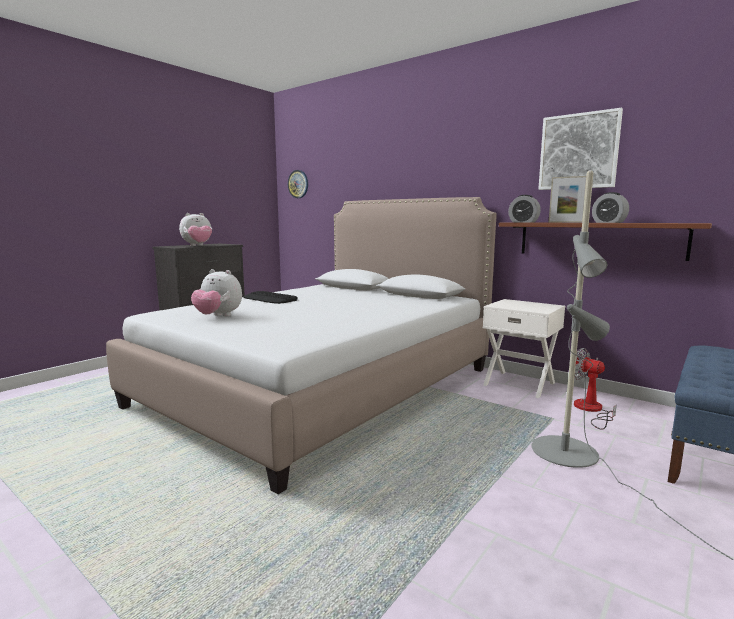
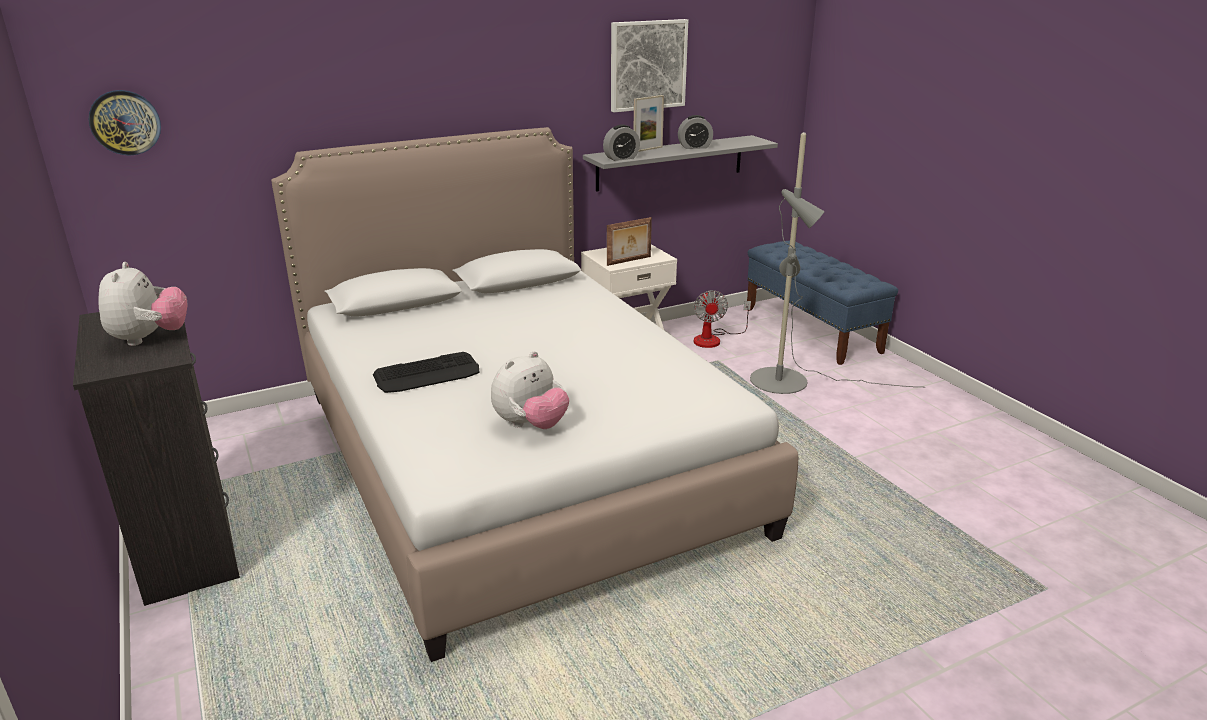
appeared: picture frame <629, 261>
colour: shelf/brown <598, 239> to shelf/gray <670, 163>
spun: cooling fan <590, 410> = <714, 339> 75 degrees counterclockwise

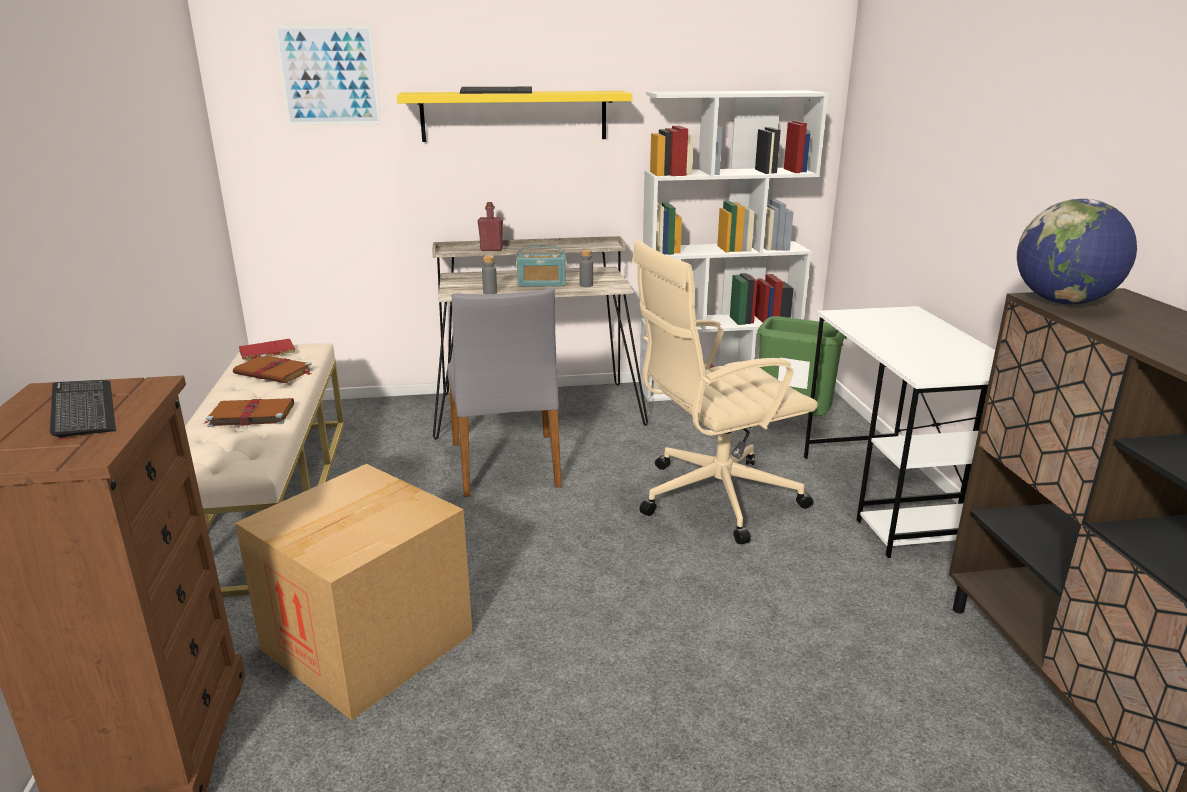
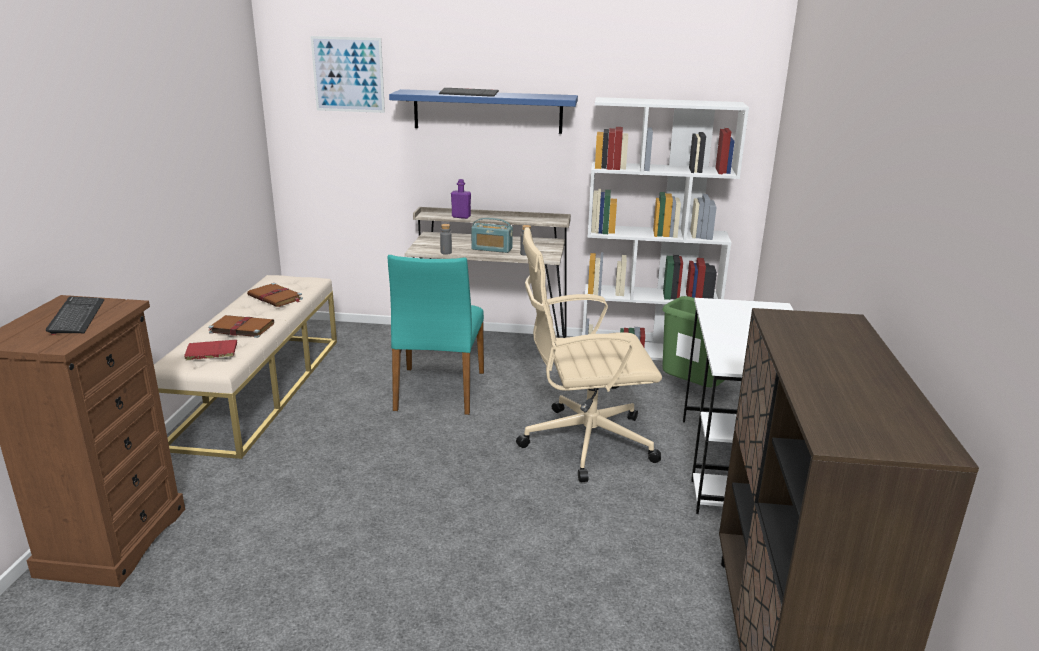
missing: packing box <368, 642>; globe <1063, 302>
relocated: volume/reddish <265, 352> to <210, 352>
colour: shelf/yellow <514, 116> to shelf/blue <487, 111>; upright chair/gray <507, 464> to upright chair/turquoise-coloured <438, 391>; bottle/reddish <491, 249> to bottle/purplish <461, 217>

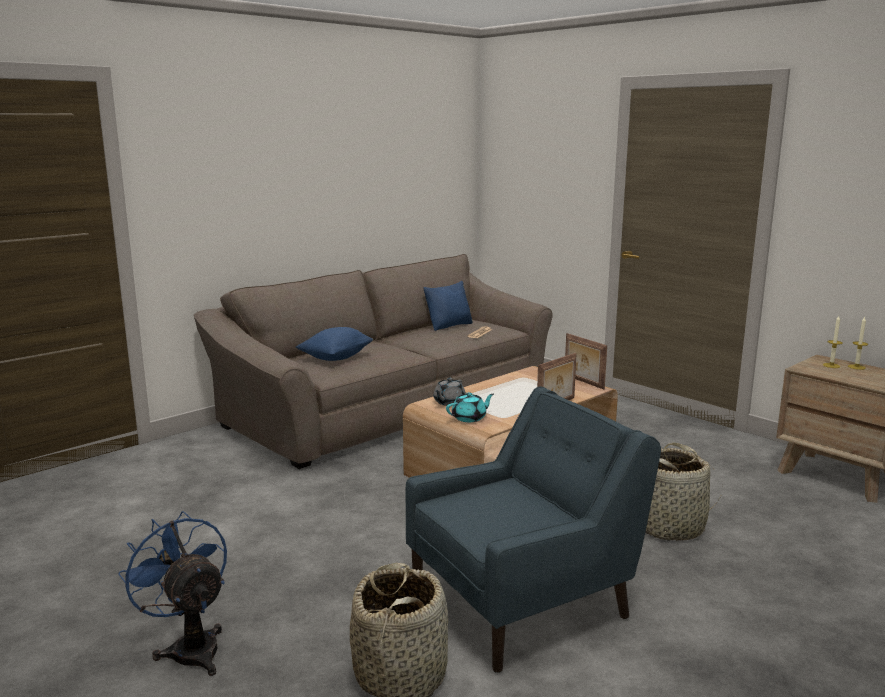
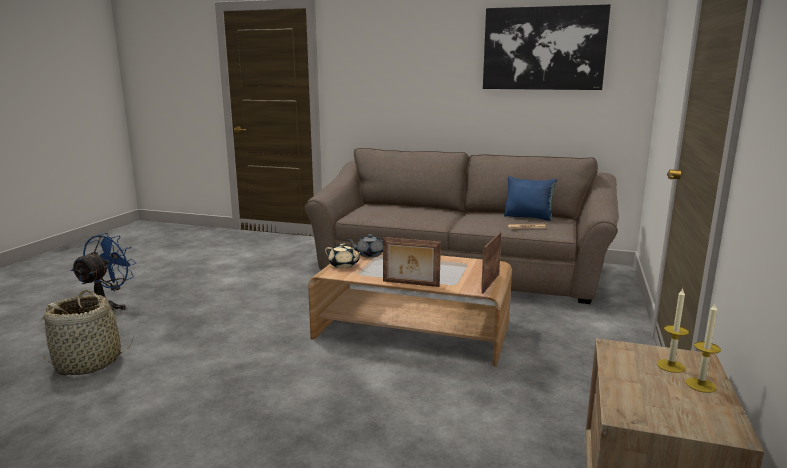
missing: cushion/blue <336, 358>; easy chair/blue <523, 601>; storage basket <670, 526>
appeared: wall art <543, 48>
colour: teapot/turquoise-coloured <469, 418> to teapot/sand-coloured <343, 265>

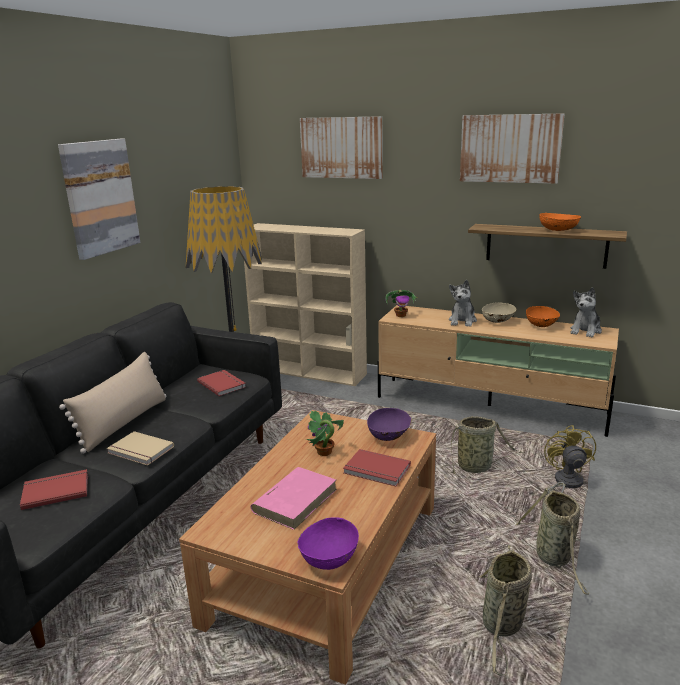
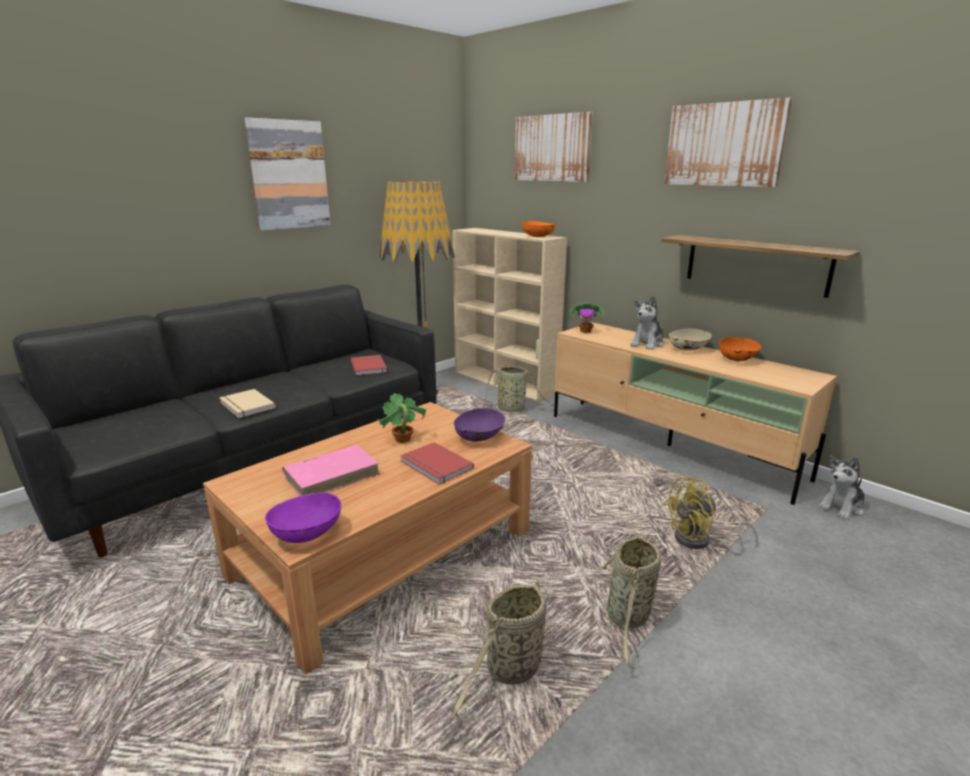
missing: volume/reddish <55, 490>; cushion/sand-coloured <124, 423>
relocated: storage basket <477, 467> to <513, 409>; serving bowl/orangey <558, 230> to <538, 237>; soft toy <585, 331> to <842, 507>
spun: cooling fan/yellow <564, 484> = <700, 542> 135 degrees counterclockwise

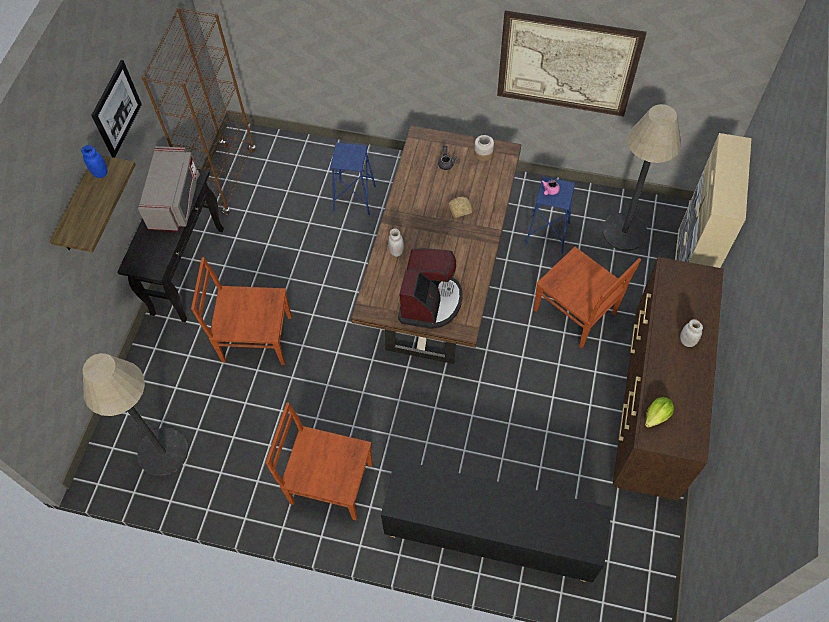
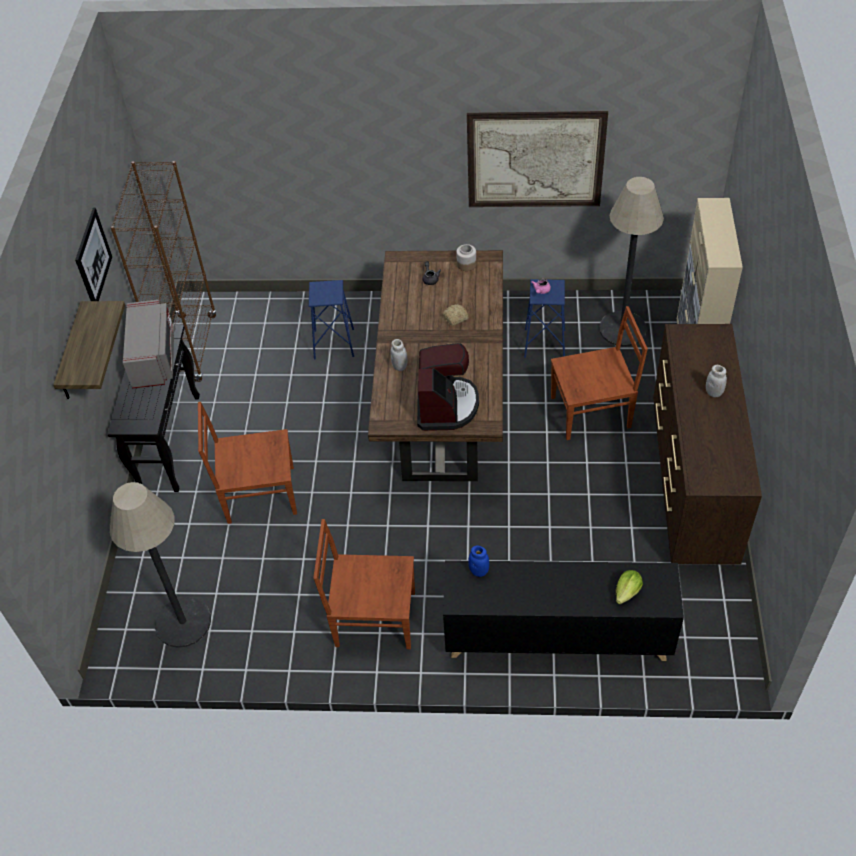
relocated: preserve jar/blue <100, 173> to <479, 571>; lettuce head <657, 416> to <627, 592>
spun: upright chair/brown <576, 313> = <593, 412> 45 degrees counterclockwise

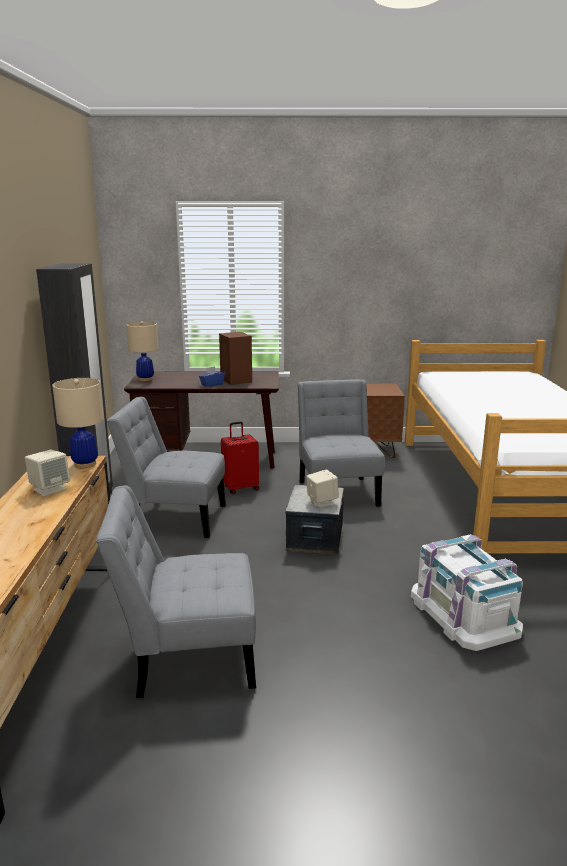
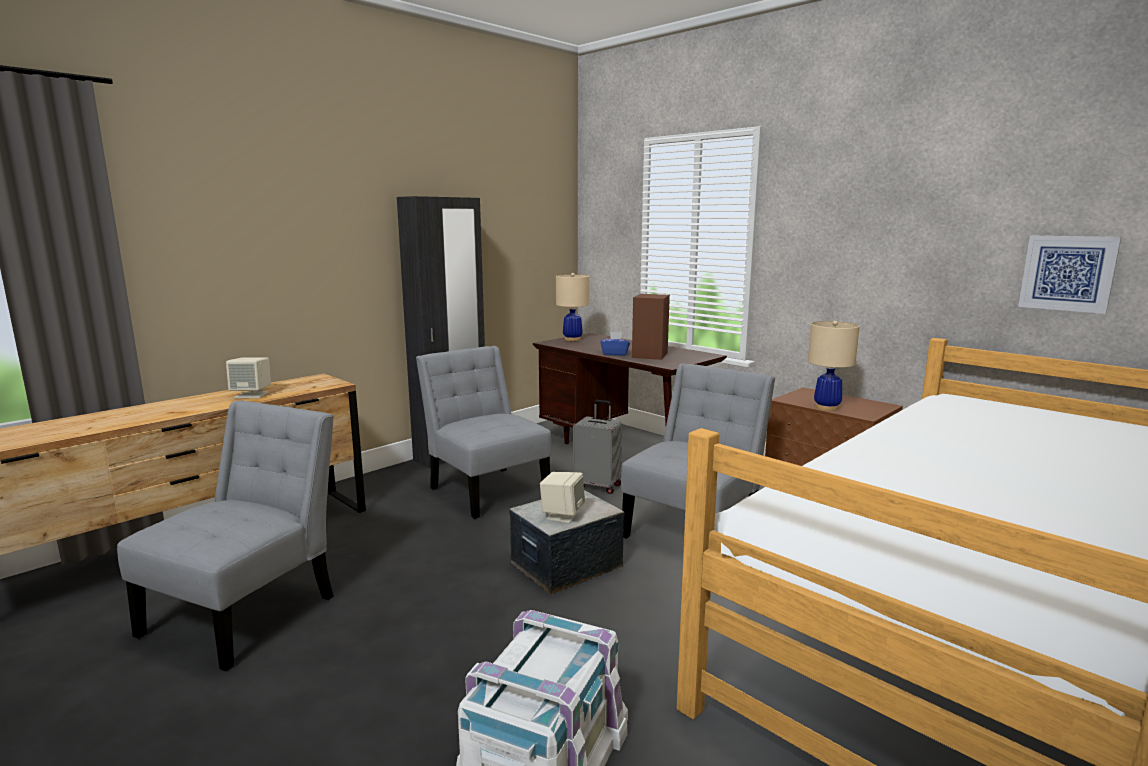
appeared: wall art <1067, 273>
relocated: lamp for a table/sand-coloured <85, 464> to <826, 407>
colour: travel case/reddish <240, 488> to travel case/gray <598, 486>
spun: upright chair/gray <187, 656> = <248, 610> 75 degrees clockwise

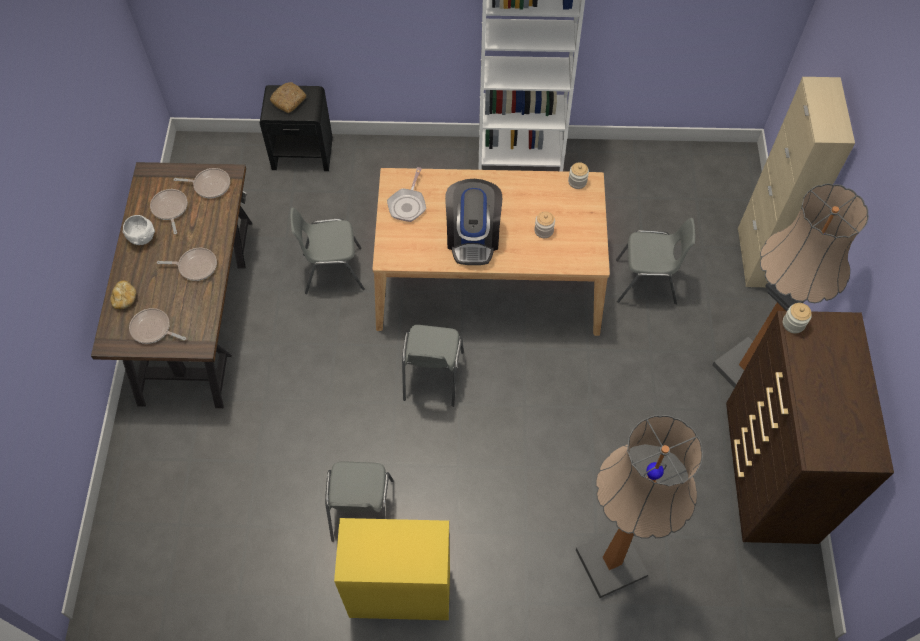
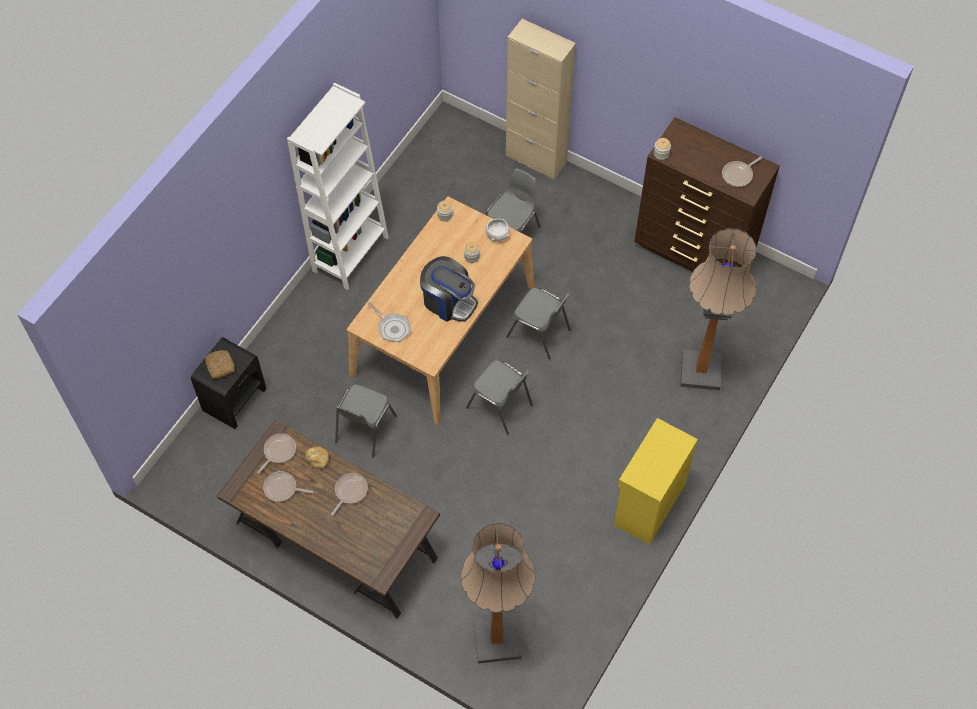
relocated: bakery bread <125, 299> to <318, 459>; serving bowl/white-coloured <142, 237> to <497, 236>; pan <153, 329> to <738, 175>; upright chair/gray <361, 511> to <539, 333>; standard lamp <745, 369> to <496, 640>

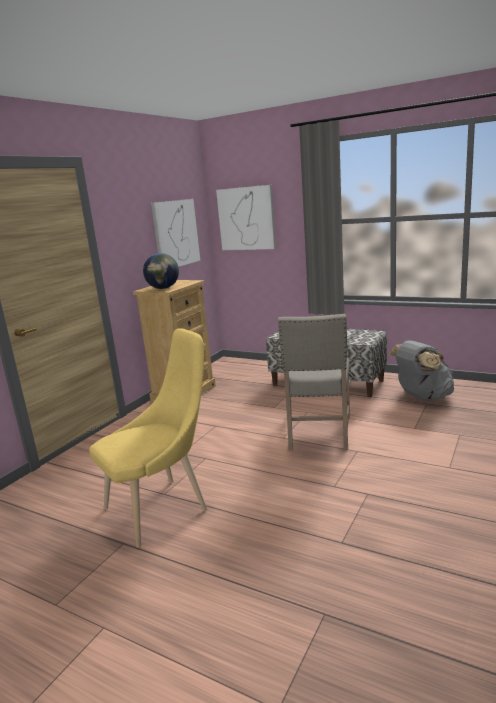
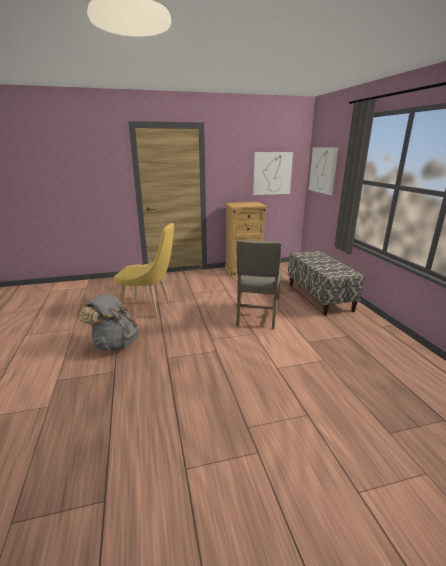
missing: globe <163, 288>
relocated: rucksack/gray <422, 397> to <115, 344>
spun: upright chair/sand-coloured <318, 433> = <256, 316> 45 degrees counterclockwise

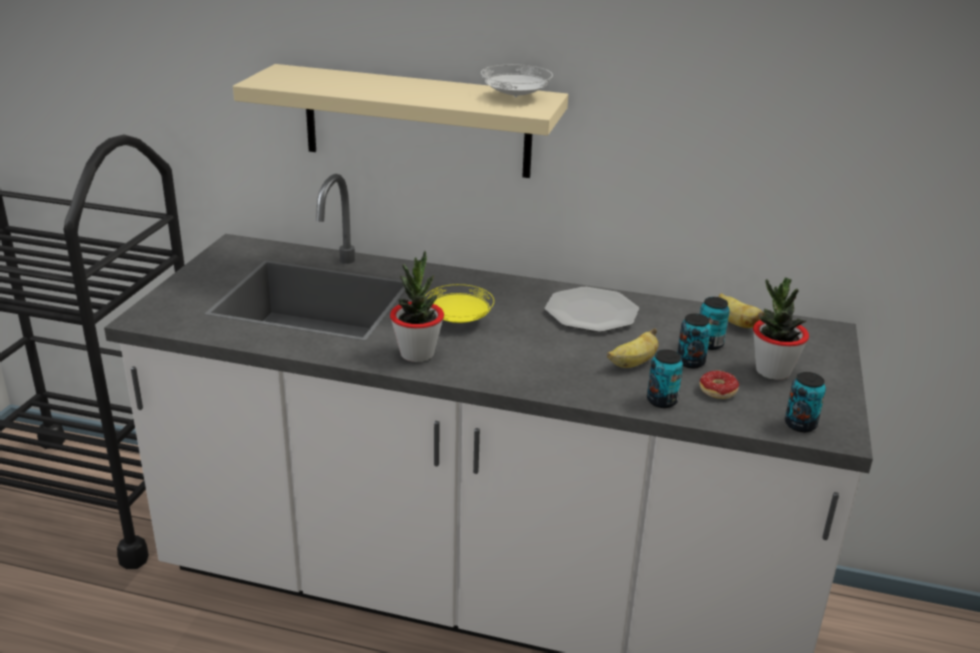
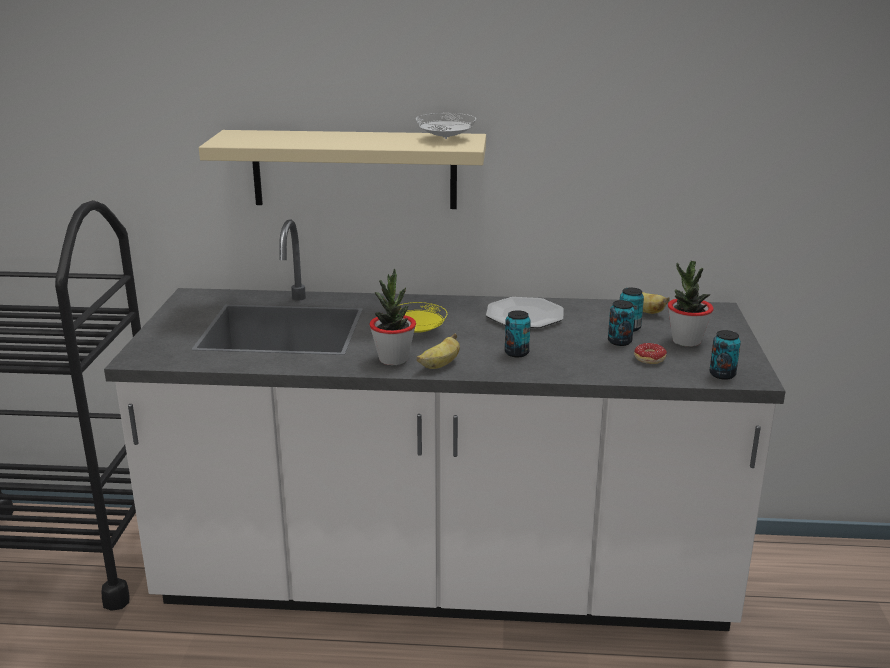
relocated: banana fruit <633, 363> to <440, 365>; metal can <662, 401> to <516, 353>

